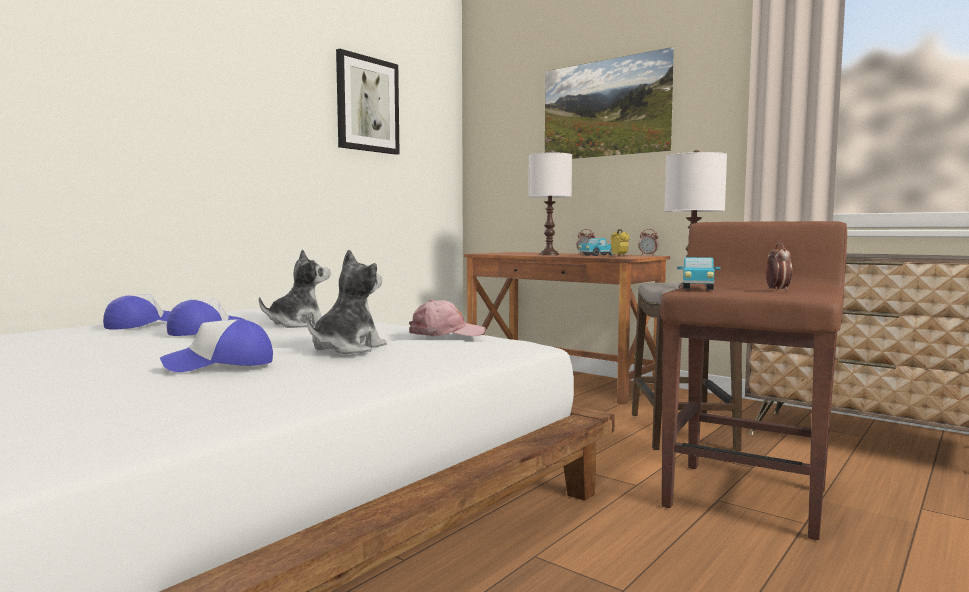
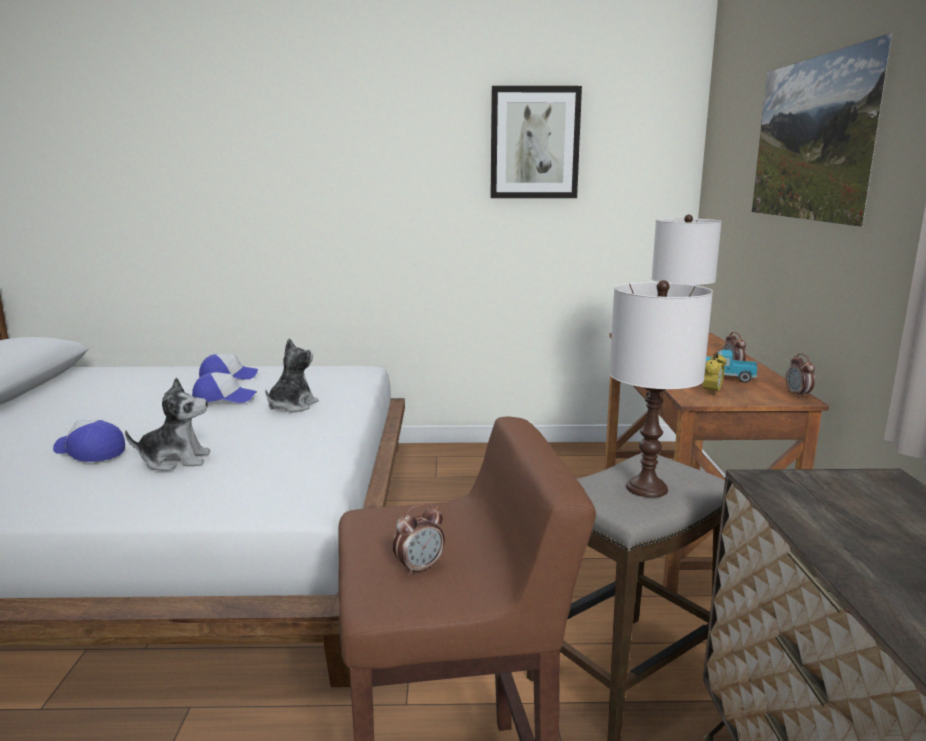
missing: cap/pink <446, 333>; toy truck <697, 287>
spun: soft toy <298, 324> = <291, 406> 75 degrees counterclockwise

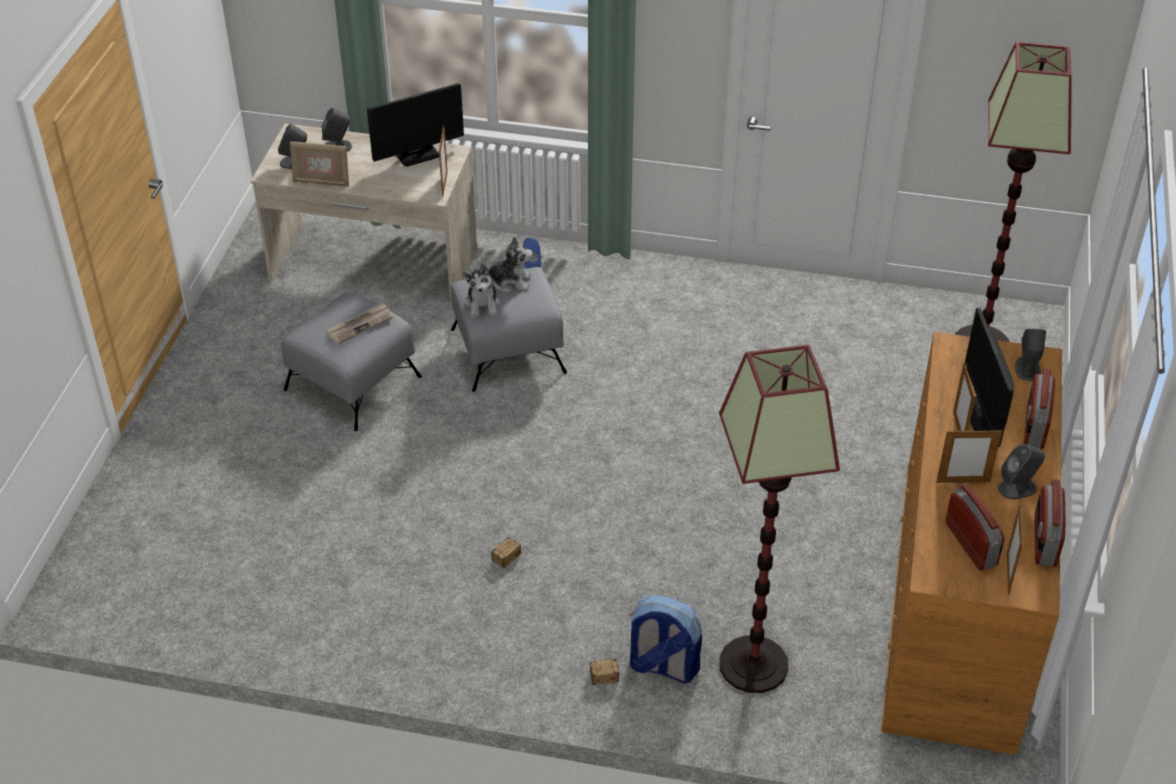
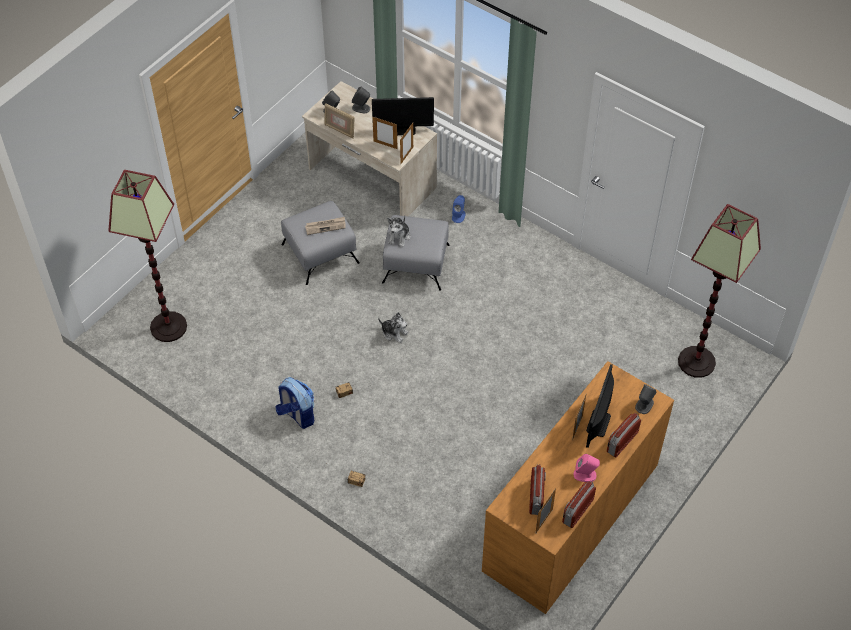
relocated: soft toy <510, 281> to <394, 333>; rucksack <662, 666> to <297, 415>; standard lamp <753, 665> to <168, 327>; picture frame <963, 482> to <385, 145>
colour: loudspeaker/gray <1017, 488> to loudspeaker/pink <585, 475>

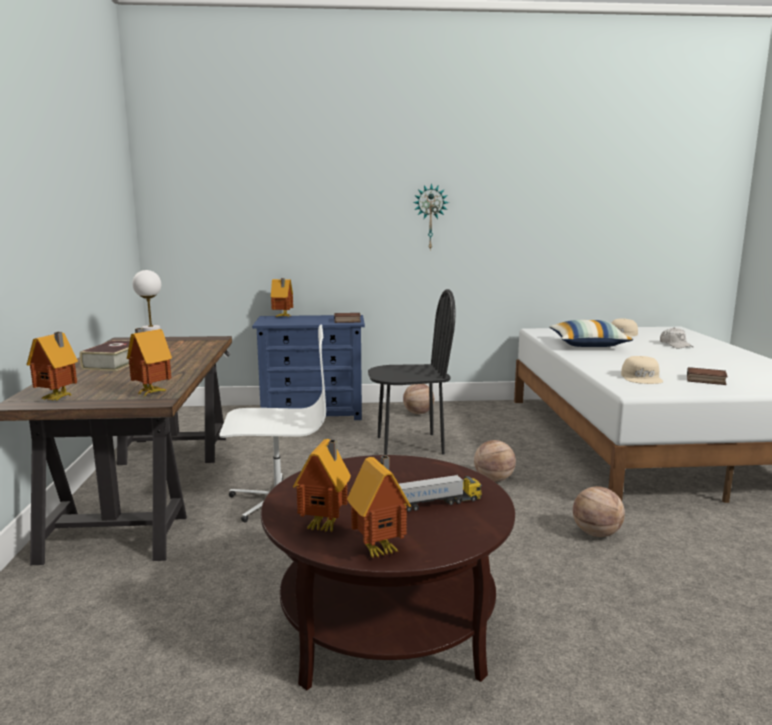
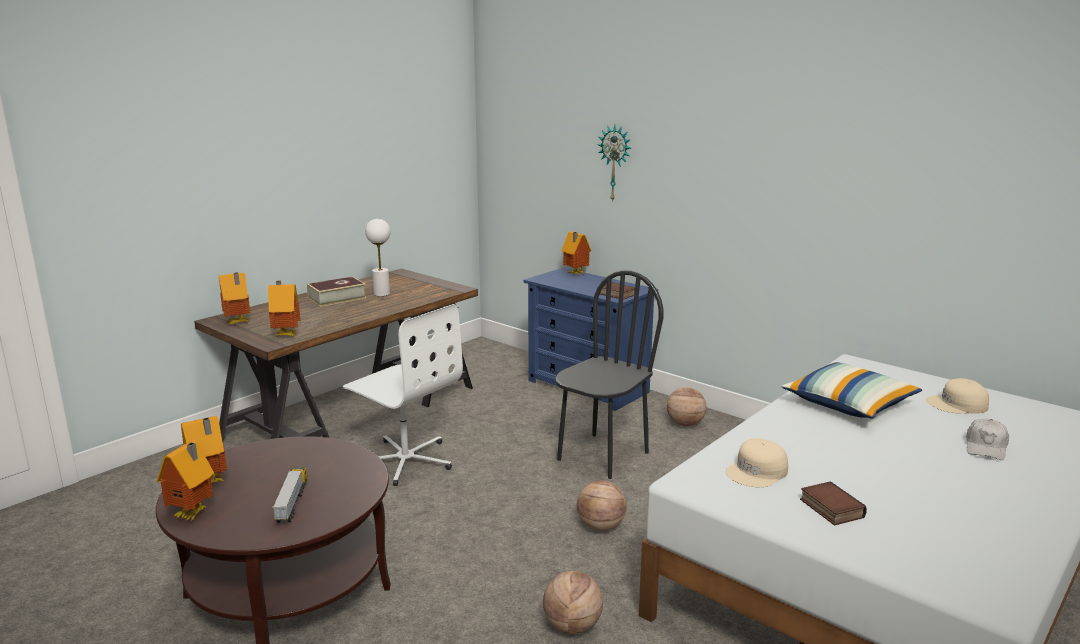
relocated: wall clock <430, 217> to <615, 163>
spun: upright chair/blackish <410, 445> = <602, 456> 90 degrees counterclockwise; toy truck <434, 504> = <292, 503> 120 degrees counterclockwise

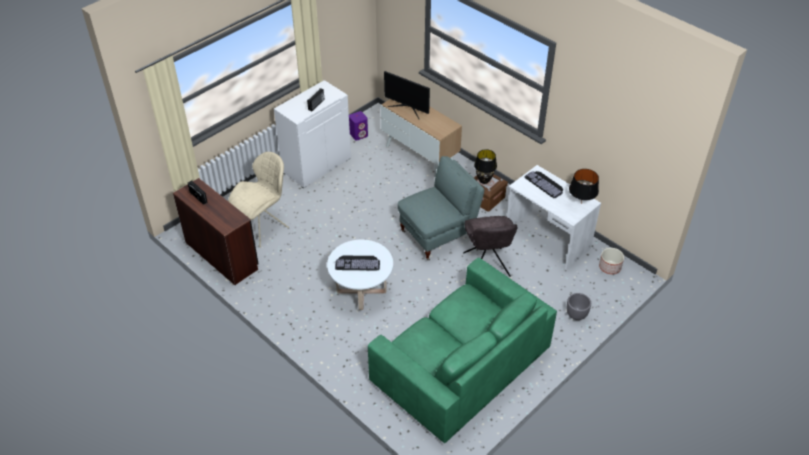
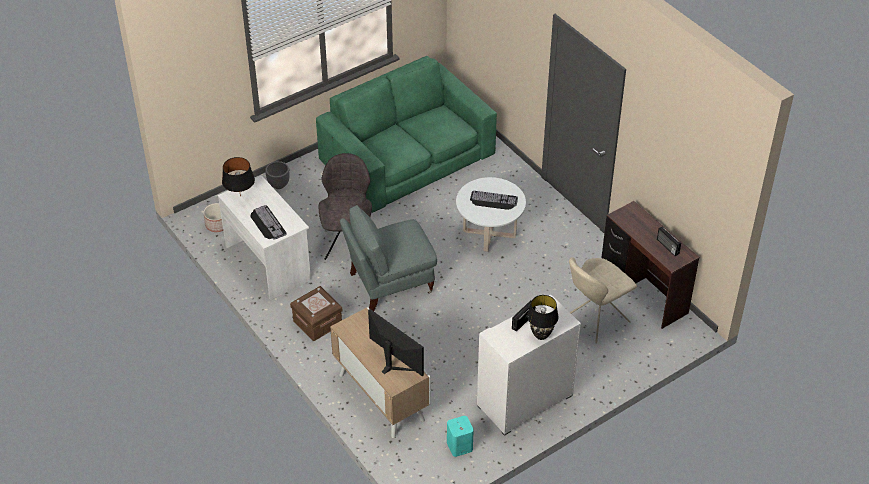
relocated: lamp for a table/blackish <483, 180> to <541, 335>
colour: loudspeaker/purplish <359, 134> to loudspeaker/turquoise-coloured <459, 446>

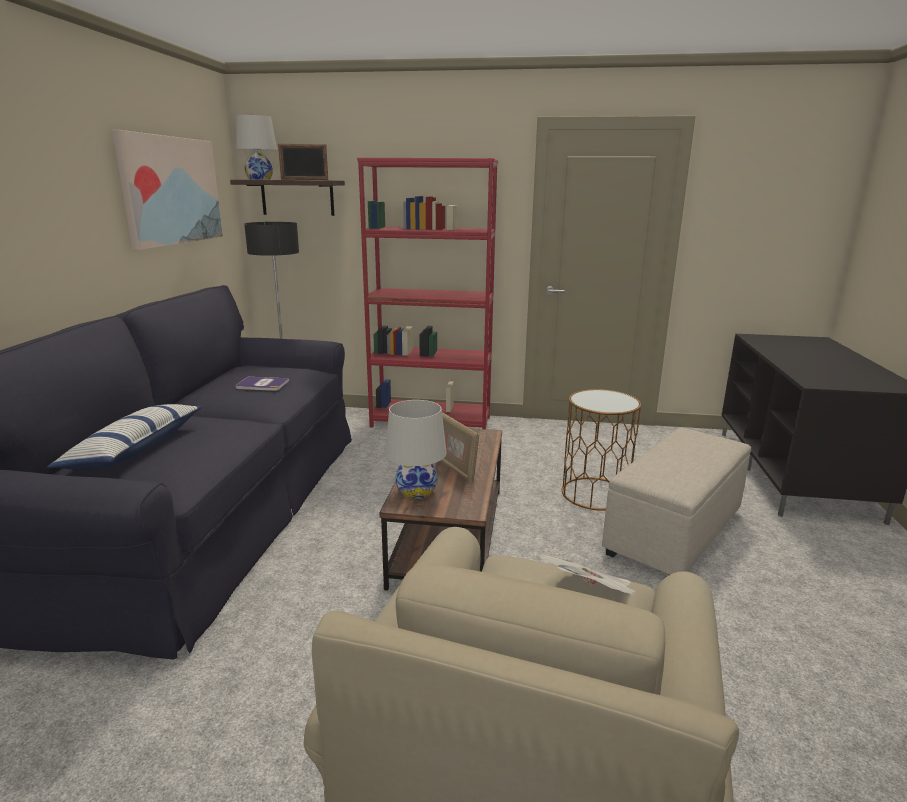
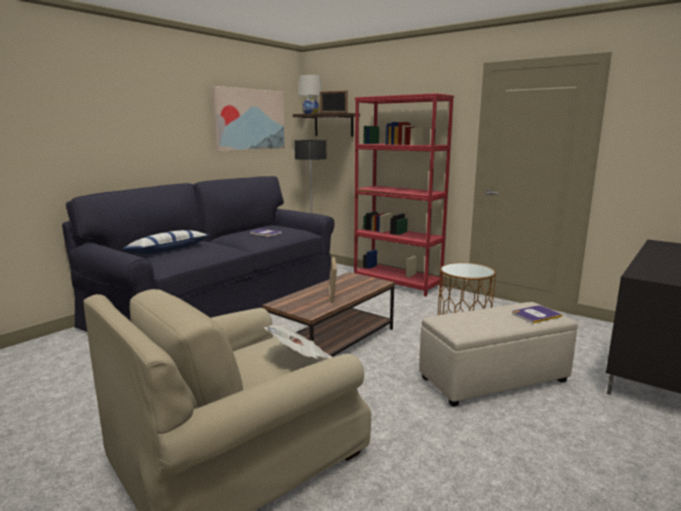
missing: lamp for a table/white-coloured <416, 491>
appeared: volume <536, 315>

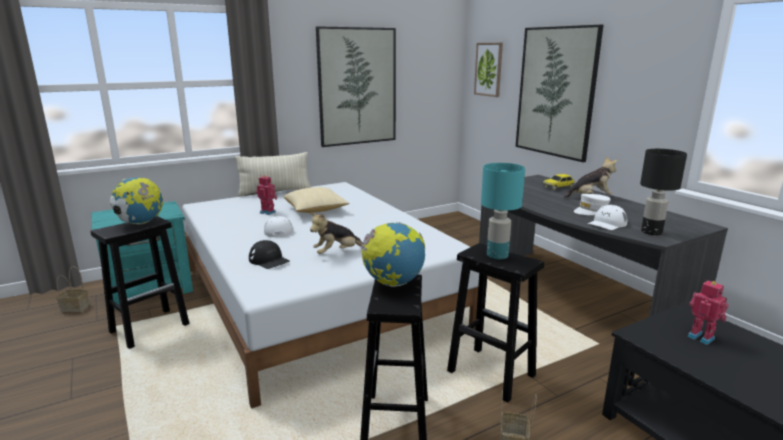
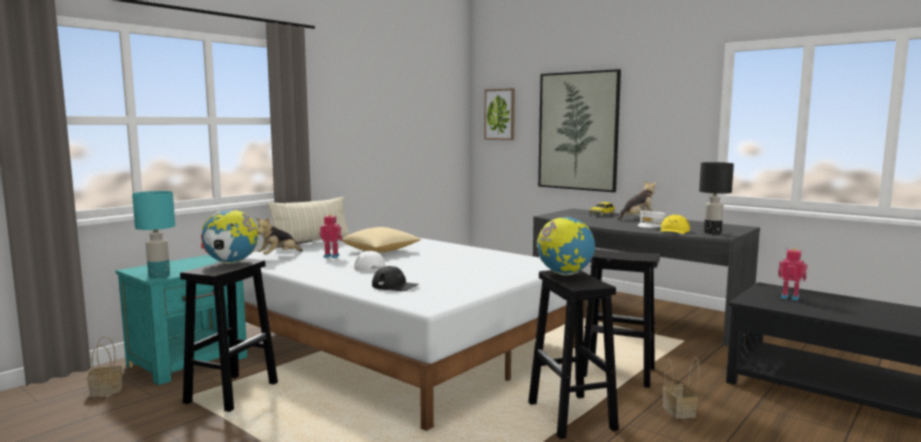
missing: wall art <357, 87>
relocated: soft toy <336, 253> to <279, 256>; lamp for a table/turquoise-coloured <497, 255> to <159, 275>
colour: cap/white-coloured <607, 223> to cap/yellow <674, 231>

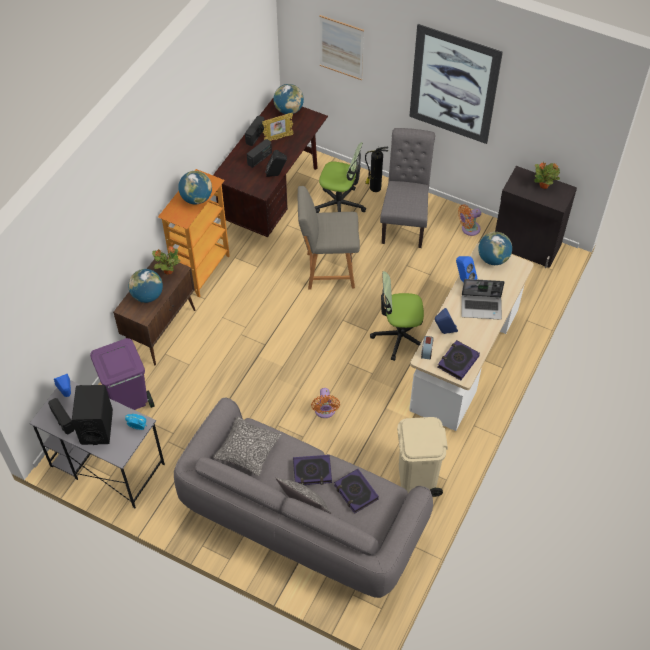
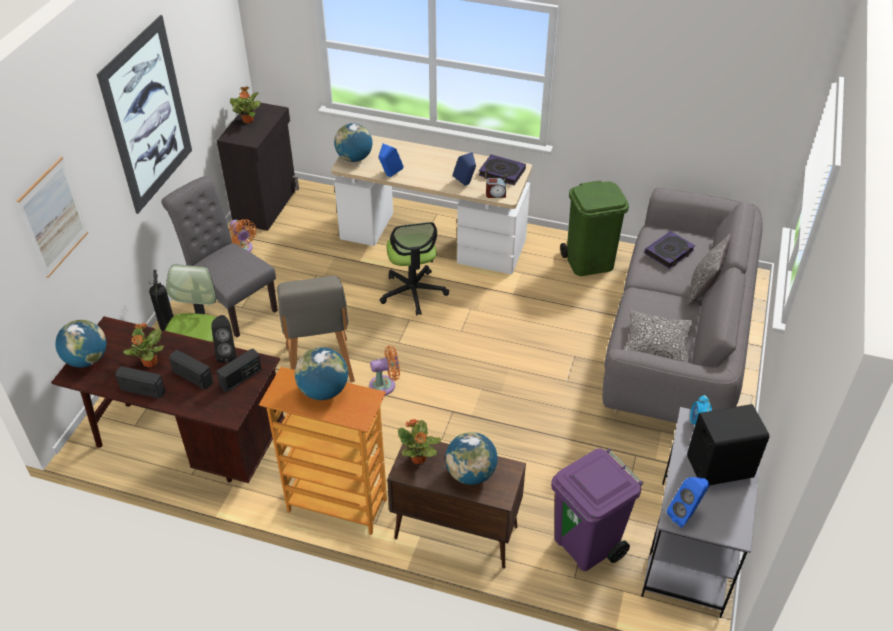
missing: volume <312, 472>; notebook computer <481, 307>
relocated: radio set <63, 420> to <241, 378>; cooling fan/orangey <325, 411> to <385, 385>
exchanged: picture frame <278, 138> to houseplant <150, 363>
colour: waste bin/sand-coloured <417, 477> to waste bin/green <590, 262>
spun: upright chair/gray <404, 222> = <232, 304> 45 degrees clockwise

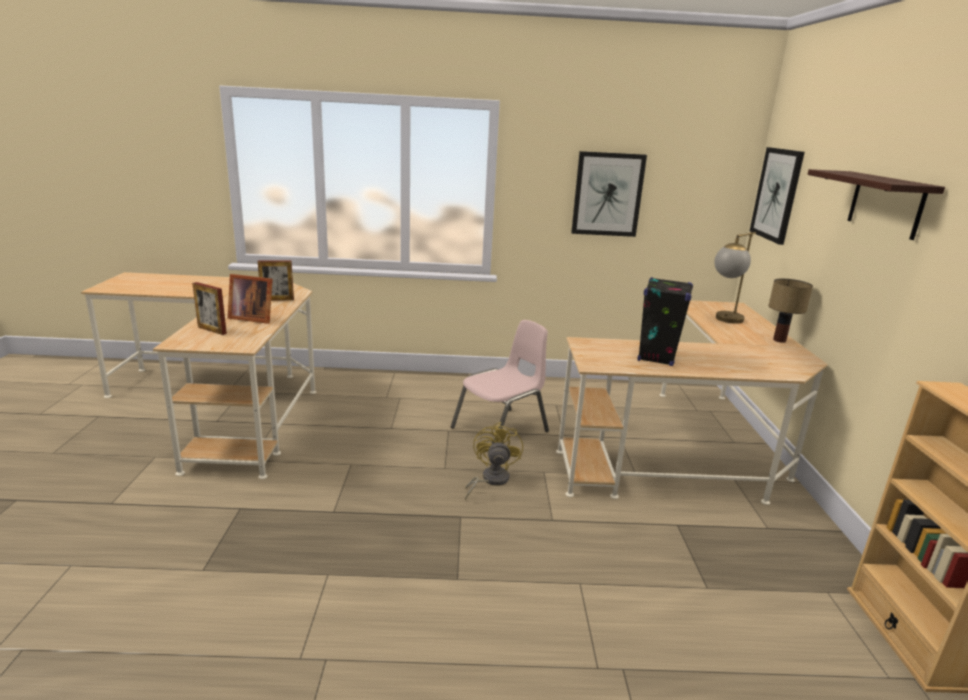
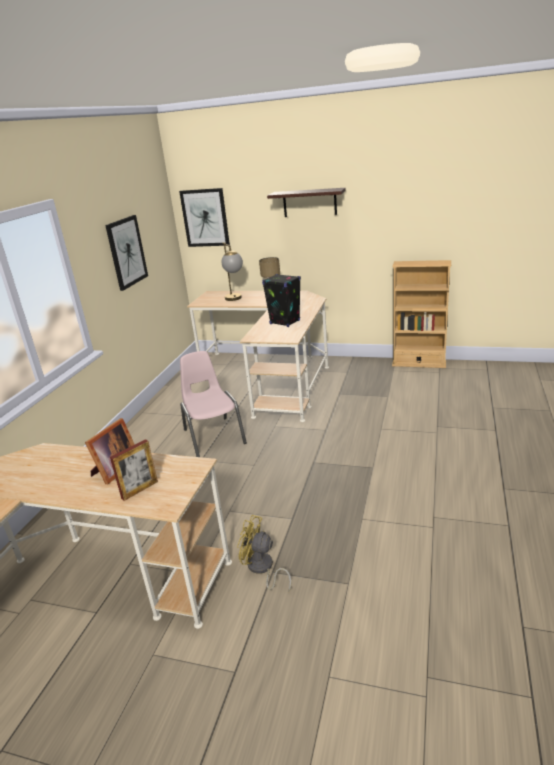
missing: picture frame <277, 299>
relocated: cooling fan/yellow <490, 480> to <262, 569>

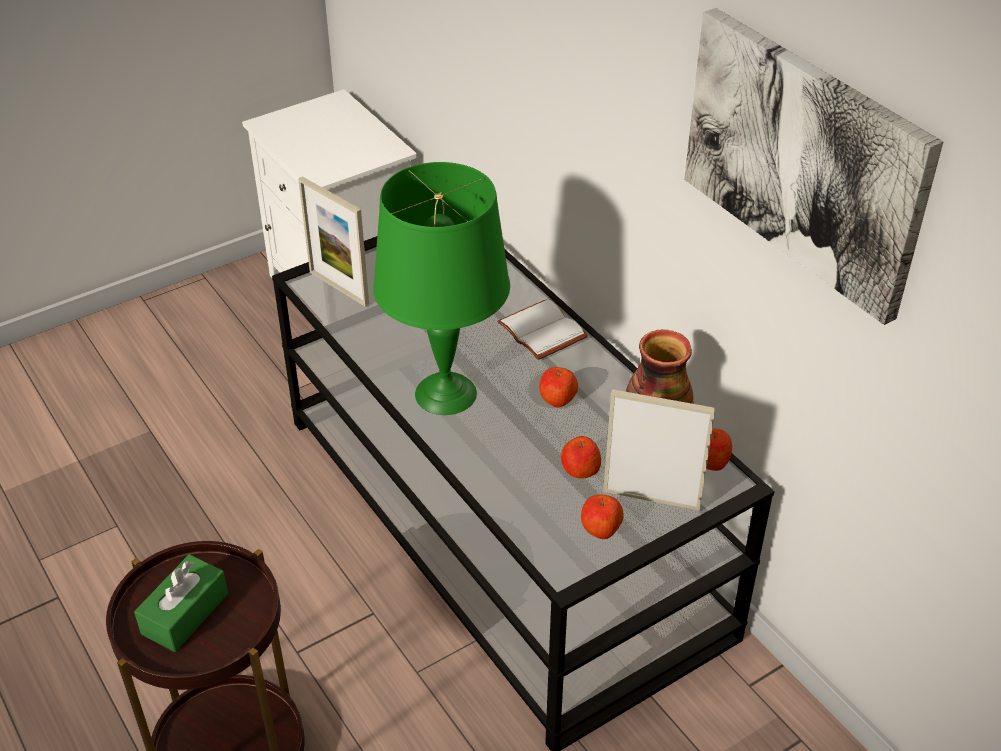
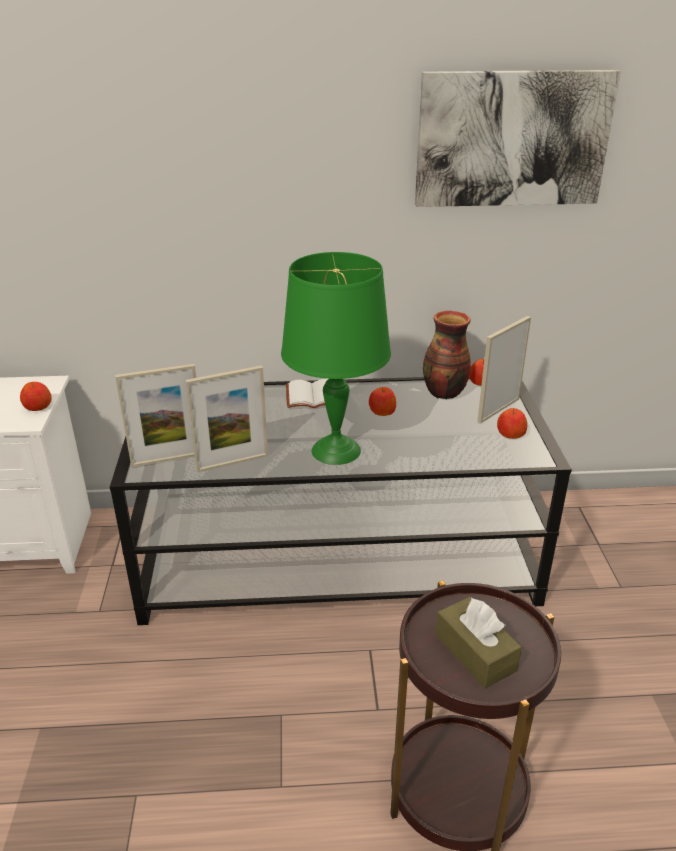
appeared: picture frame <232, 463>
relocated: whole apple <580, 469> to <38, 407>
colour: tissue holder/green <185, 613> to tissue holder/brown <475, 653>

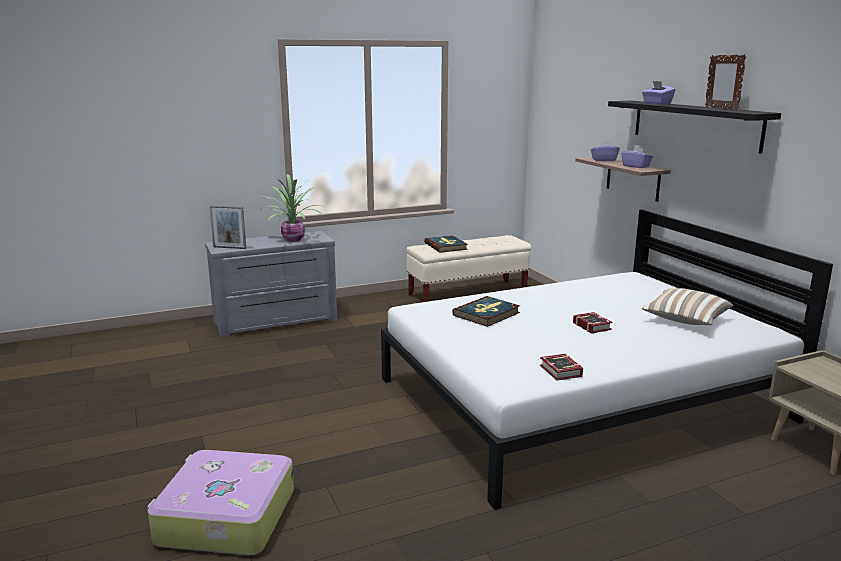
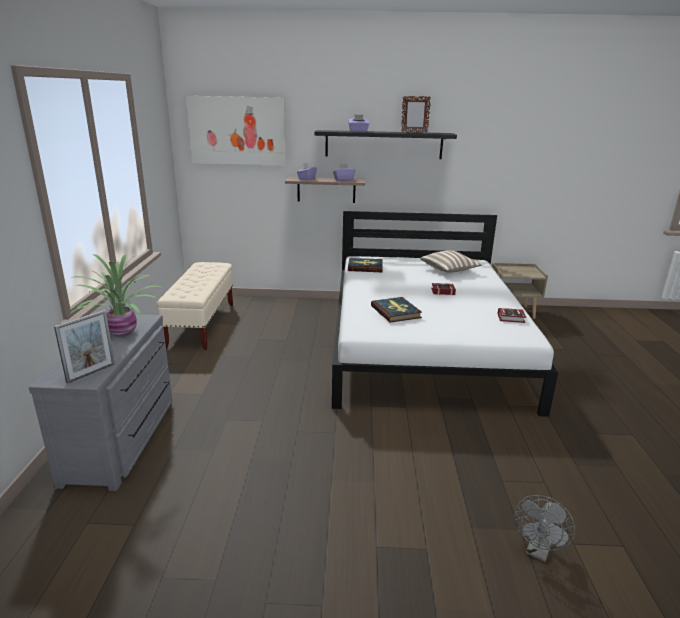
appeared: wall art <237, 131>
relocated: volume <446, 246> to <365, 267>
exchanged: travel case <225, 517> to cooling fan/gray <538, 551>

